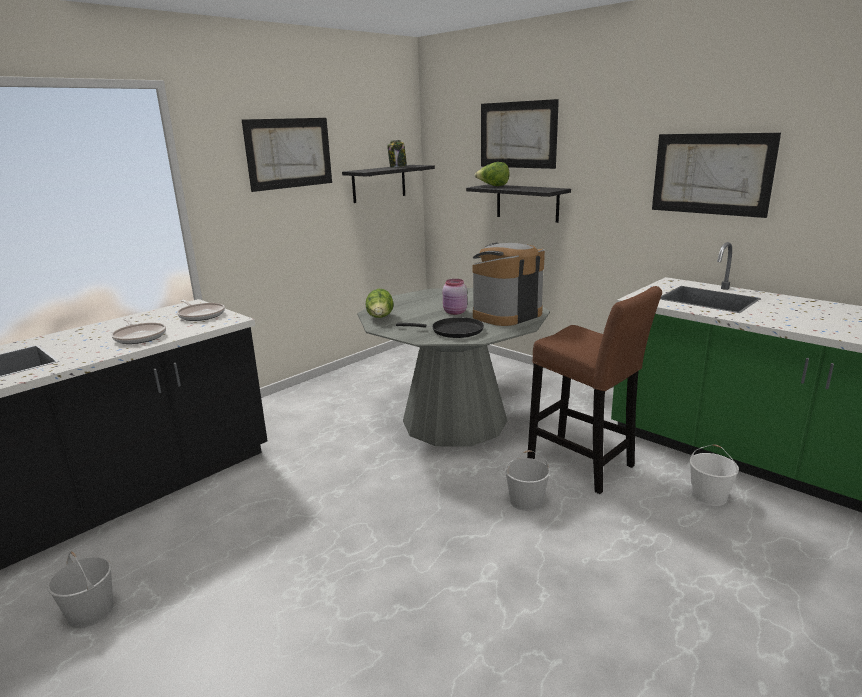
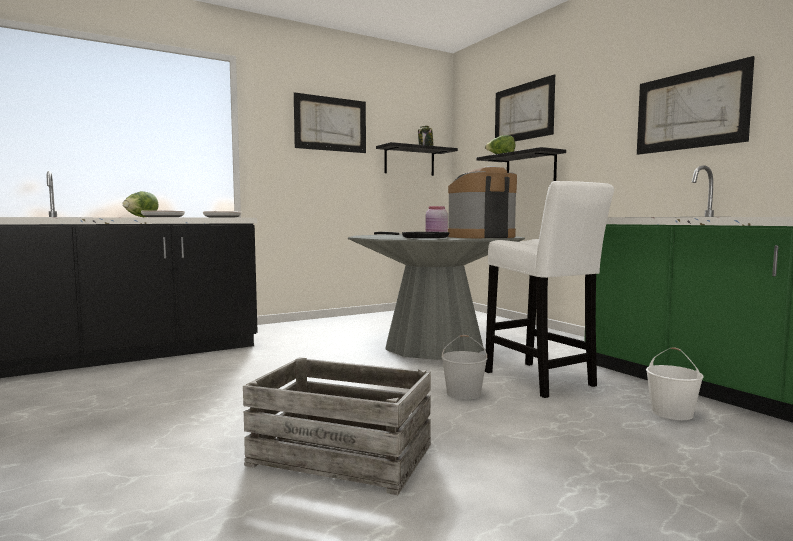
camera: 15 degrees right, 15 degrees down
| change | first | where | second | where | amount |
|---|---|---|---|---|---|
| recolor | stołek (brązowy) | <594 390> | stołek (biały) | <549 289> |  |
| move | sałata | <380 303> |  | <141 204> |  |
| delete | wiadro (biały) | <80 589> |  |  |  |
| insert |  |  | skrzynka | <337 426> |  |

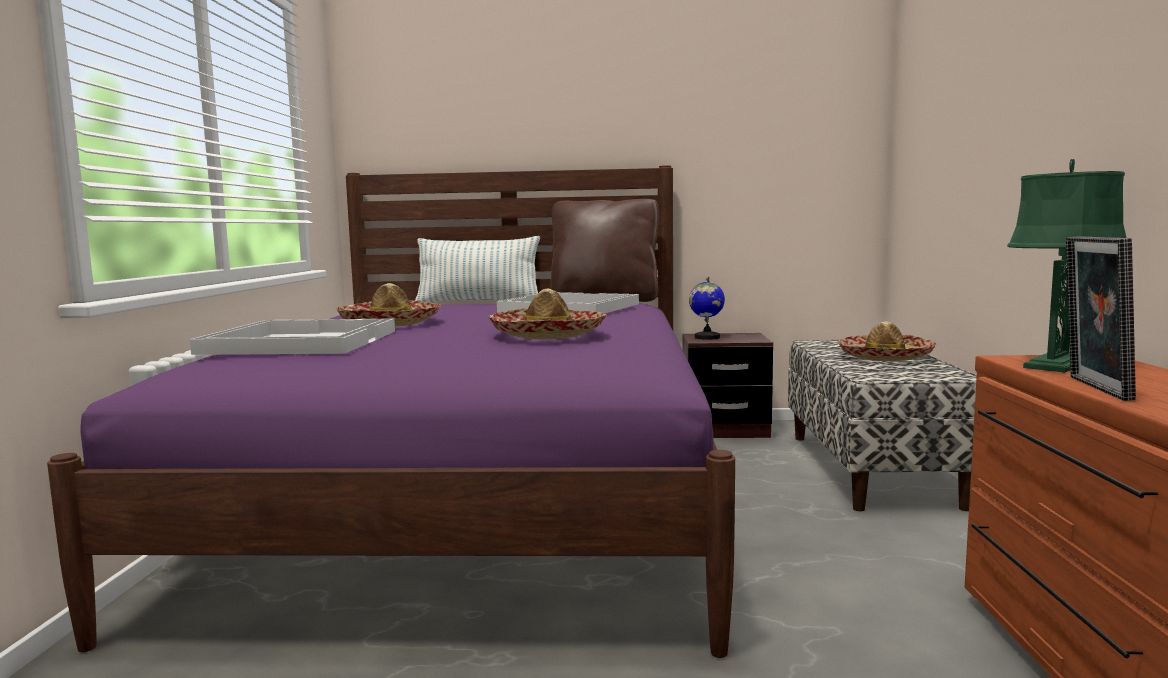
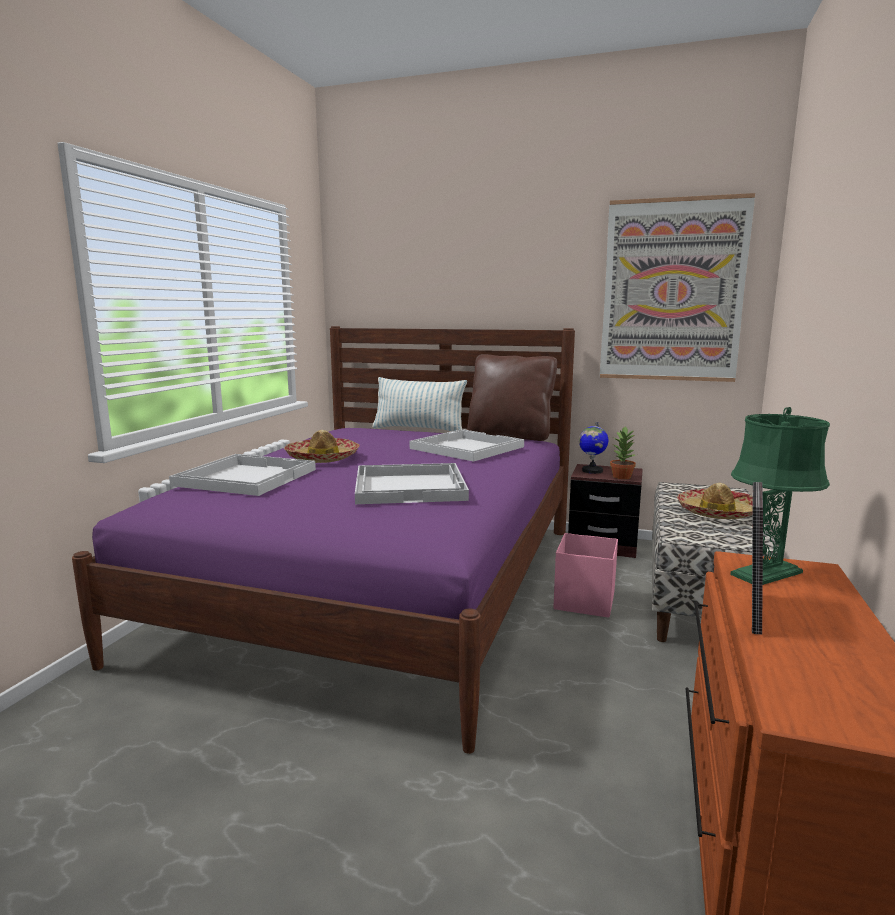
camera: 15 degrees right, 5 degrees up
| change | first | where | second | where | amount |
|---|---|---|---|---|---|
| replace | kapelusz | <547 314> | taca (biały) | <412 483> |  |
| insert |  |  | obraz | <677 287> |  |
| insert |  |  | roślina doniczkowa | <623 453> |  |
| insert |  |  | pojemnik do przechowywania (różowy) | <585 575> |  |

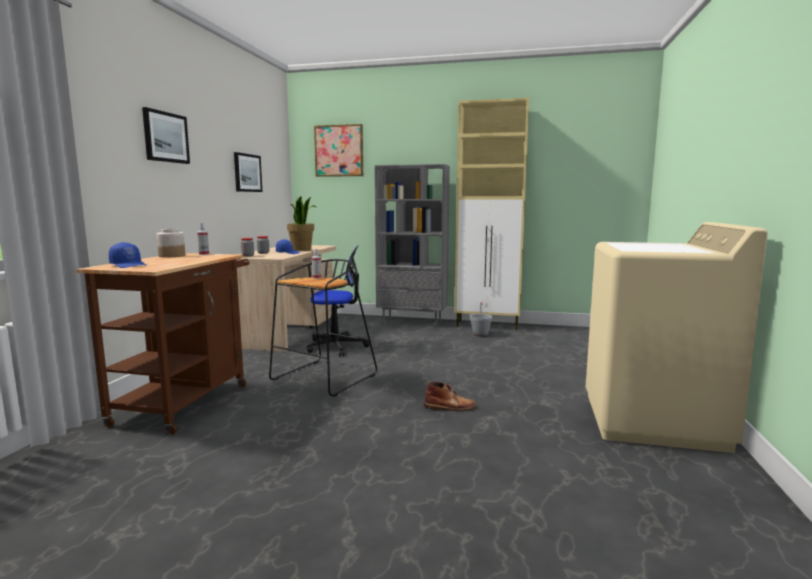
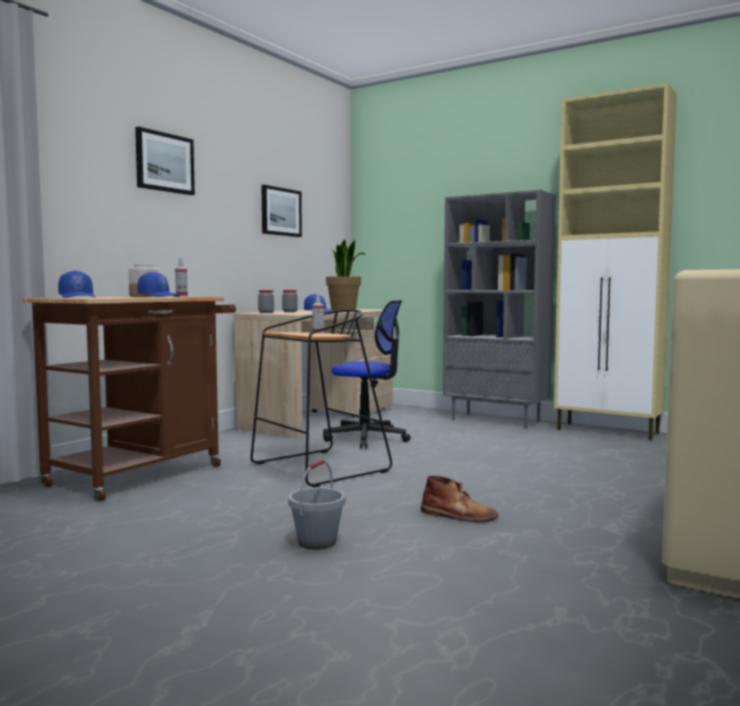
camera: 20 degrees right, 5 degrees down
| change | first | where | second | where | amount |
|---|---|---|---|---|---|
| delete | obraz | <338 150> |  |  |  |
| move | wiadro (szary) | <481 319> |  | <316 504> |  |
| insert |  |  | czapka z daszkiem (niebieski) | <158 284> |  |

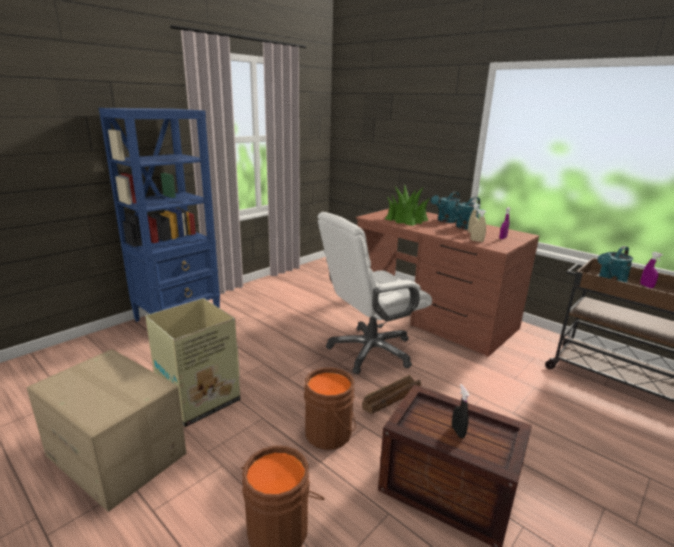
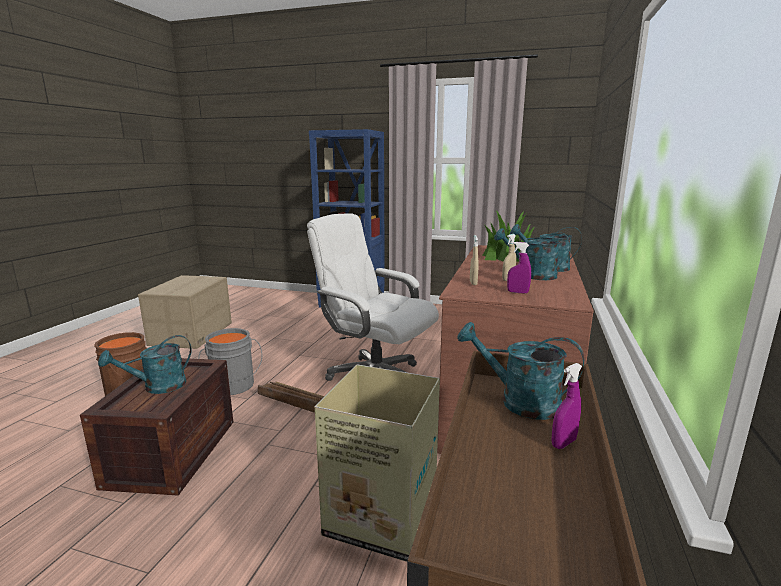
camera: 65 degrees right, 5 degrees down
| change | first | where | second | where | amount |
|---|---|---|---|---|---|
| move | karton | <192 362> |  | <377 463> |  |
| recolor | wiadro (brązowy) | <330 408> | wiadro (szary) | <230 361> |  |
| replace | spryskiwacz (czarny) | <461 411> | konewka (turkusowy) | <145 364> |  |

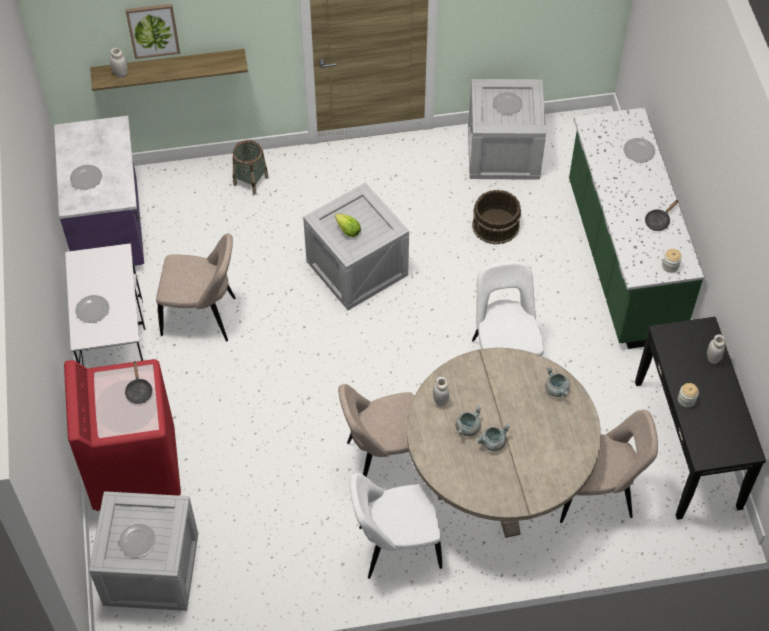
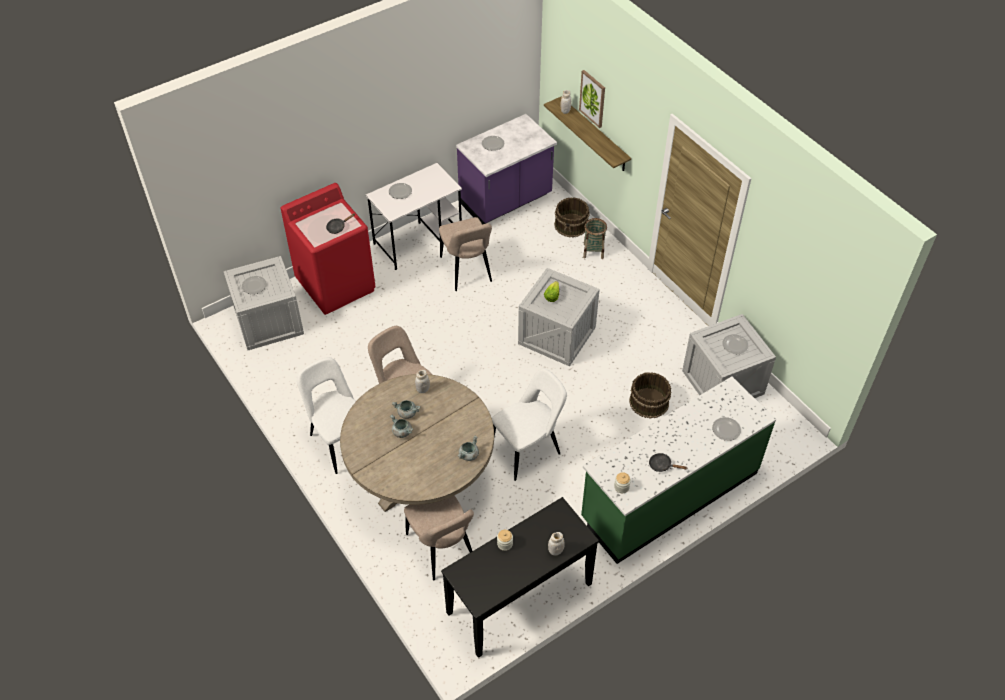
camera: 65 degrees right, 5 degrees down
| change | first | where | second | where | amount |
|---|---|---|---|---|---|
| insert |  |  | wiadro (brązowy) | <572 217> |  |

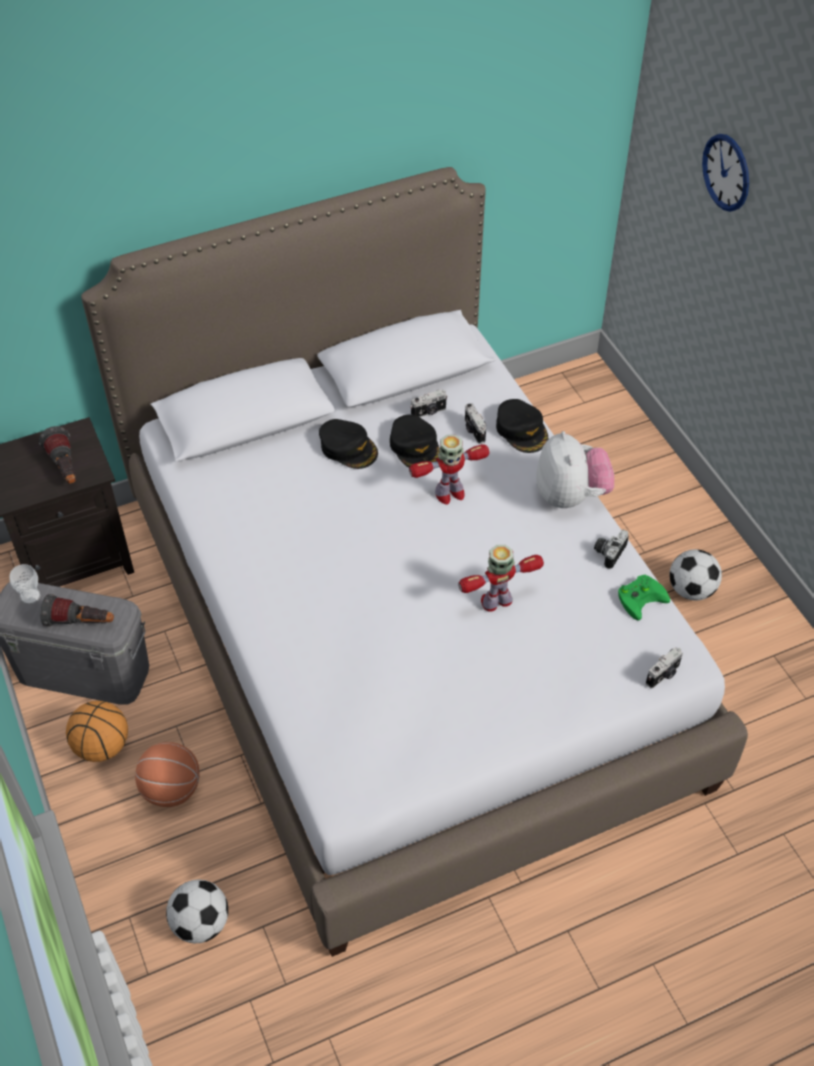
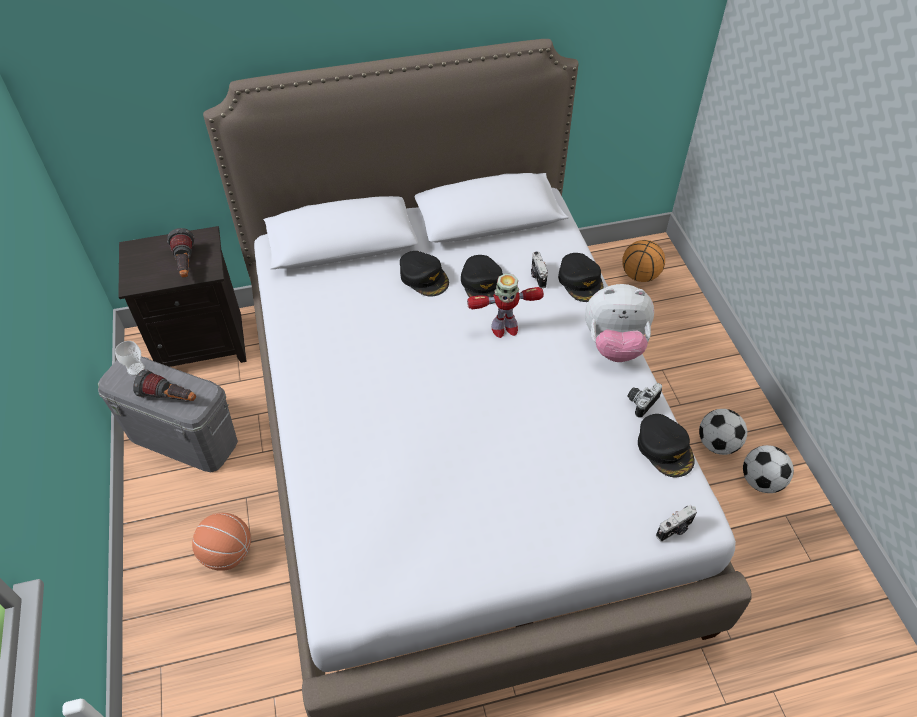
camera: 10 degrees right, 0 degrees up
| change | first | where | second | where | amount |
|---|---|---|---|---|---|
| delete | zegar ścienny | <725 173> |  |  |  |
| delete | aparat fotograficzny | <428 403> |  |  |  |
| rotate | pluszak | <575 469> |  | <619 323> | 90 degrees clockwise |
| delete | robot zabawkowy | <501 578> |  |  |  |
| replace | pad do gier (zielony) | <644 598> | czapka z daszkiem (czarny) | <666 445> |  |
| move | piłka do koszykówki | <97 731> |  | <643 261> |  |
| move | piłka futbolowa | <197 911> |  | <768 469> |  |

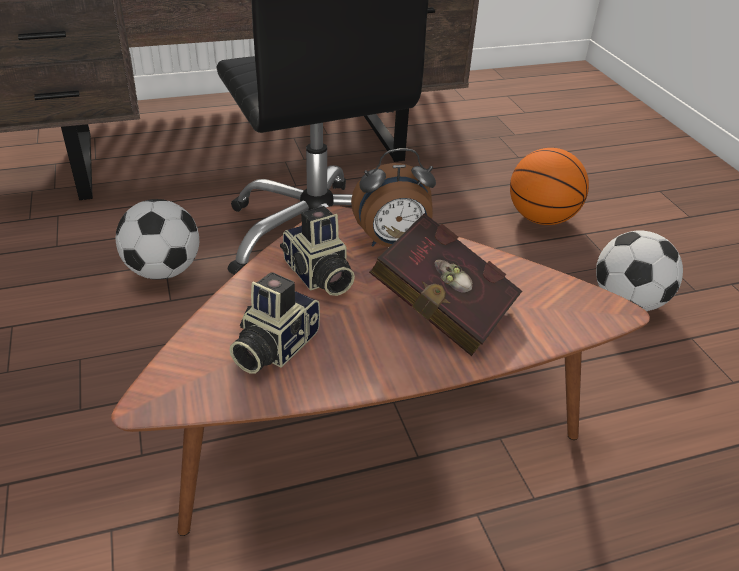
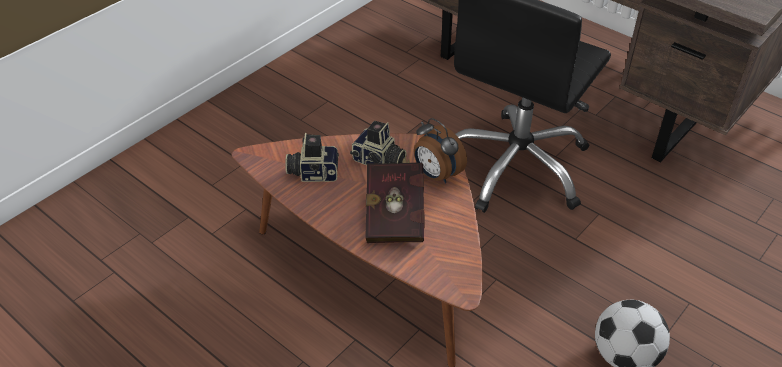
camera: 60 degrees right, 5 degrees up
| change | first | where | second | where | amount |
|---|---|---|---|---|---|
| delete | piłka do koszykówki | <549 186> |  |  |  |
| delete | piłka futbolowa | <157 239> |  |  |  |
| rotate | aparat fotograficzny | <317 251> |  | <378 143> | 90 degrees counterclockwise |

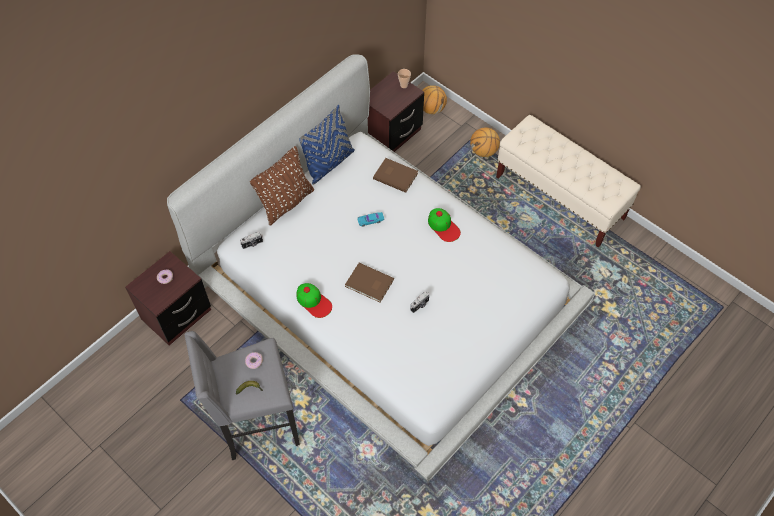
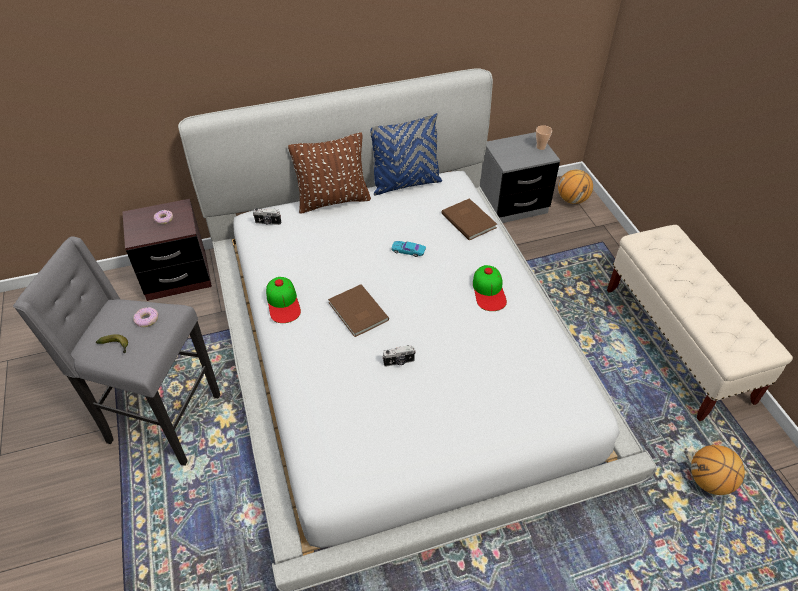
camera: 30 degrees right, 10 degrees down
| change | first | where | second | where | amount |
|---|---|---|---|---|---|
| recolor | szafka nocna (brązowy) | <396 111> | szafka nocna (szary) | <520 177> |  |
| move | piłka do koszykówki | <485 142> |  | <718 470> |  |

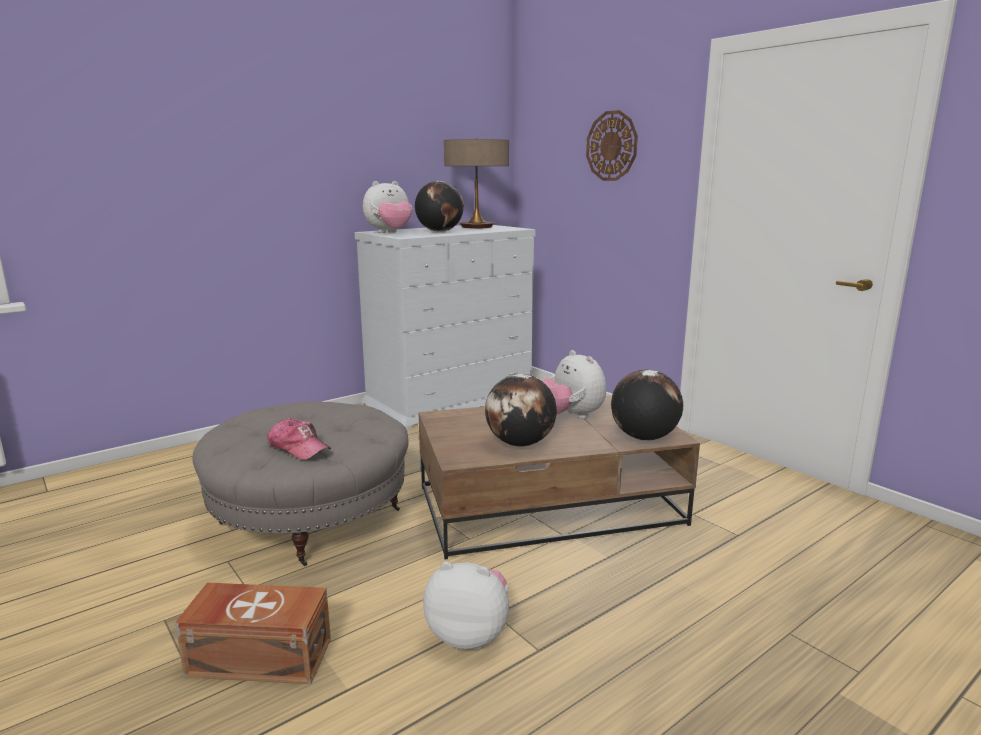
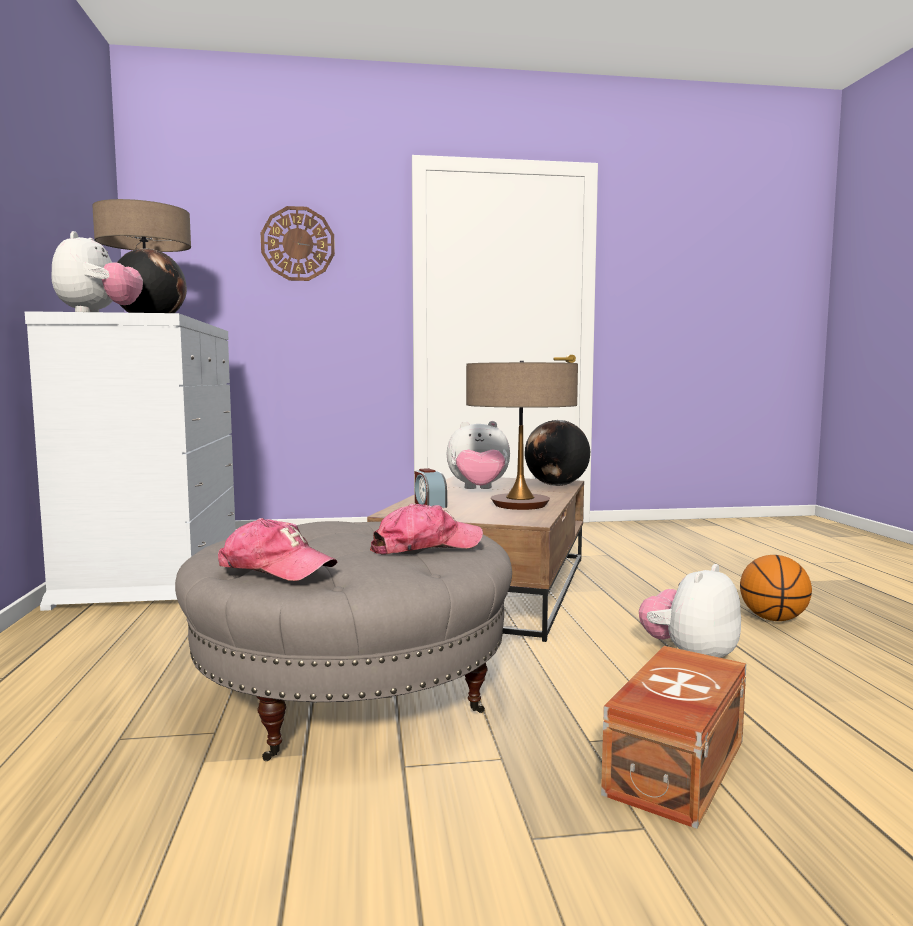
camera: 60 degrees left, 10 degrees down
| change | first | where | second | where | amount |
|---|---|---|---|---|---|
| replace | globus | <521 410> | lampa stołowa | <522 435> |  |
| insert |  |  | budzik | <431 488> |  |
| insert |  |  | czapka z daszkiem | <277 549> |  |
| insert |  |  | piłka do koszykówki | <776 588> |  |

